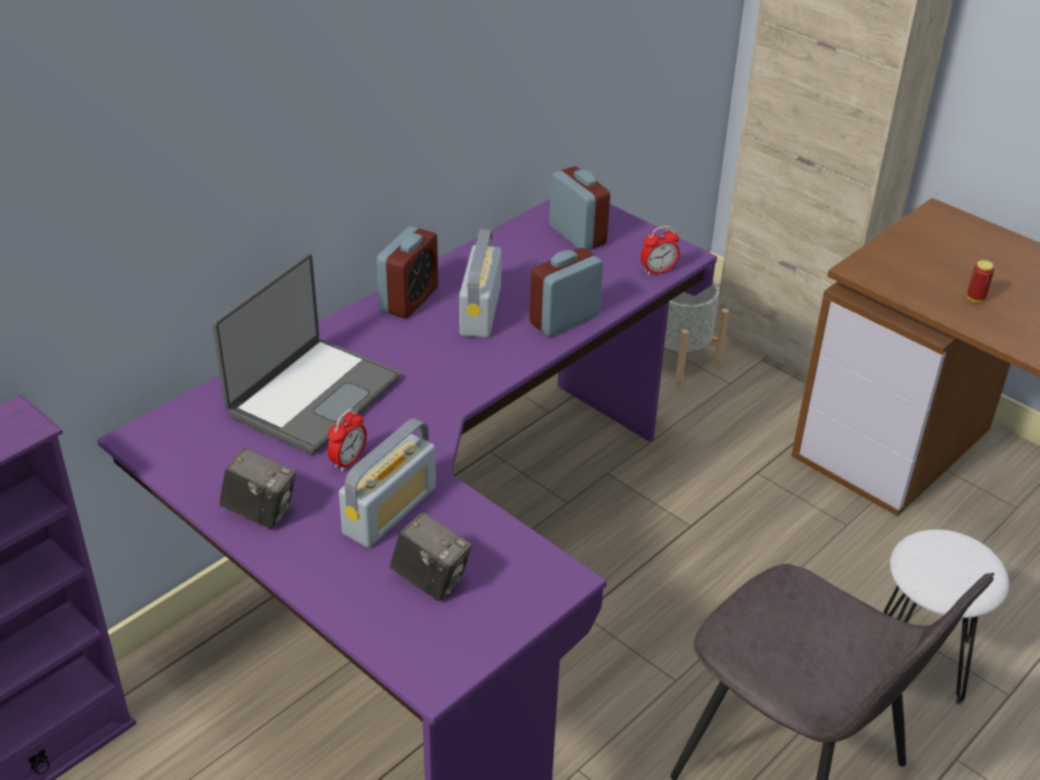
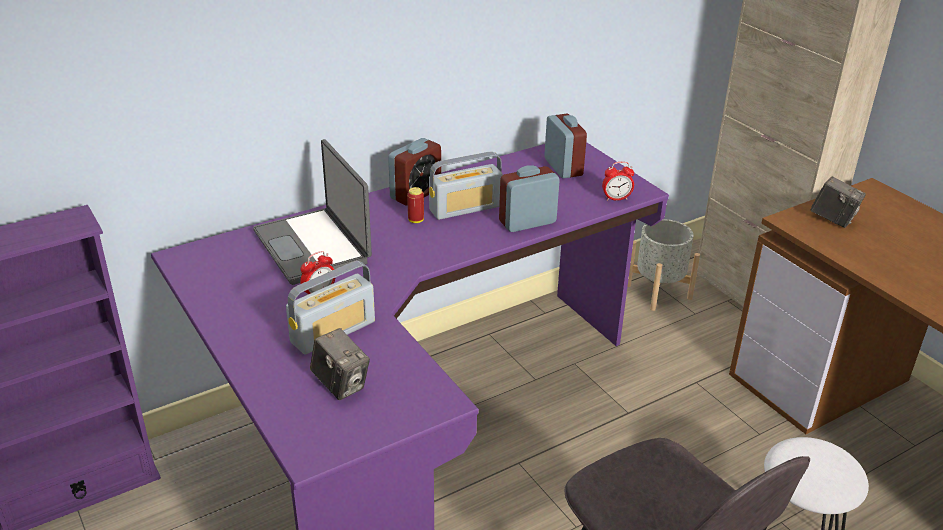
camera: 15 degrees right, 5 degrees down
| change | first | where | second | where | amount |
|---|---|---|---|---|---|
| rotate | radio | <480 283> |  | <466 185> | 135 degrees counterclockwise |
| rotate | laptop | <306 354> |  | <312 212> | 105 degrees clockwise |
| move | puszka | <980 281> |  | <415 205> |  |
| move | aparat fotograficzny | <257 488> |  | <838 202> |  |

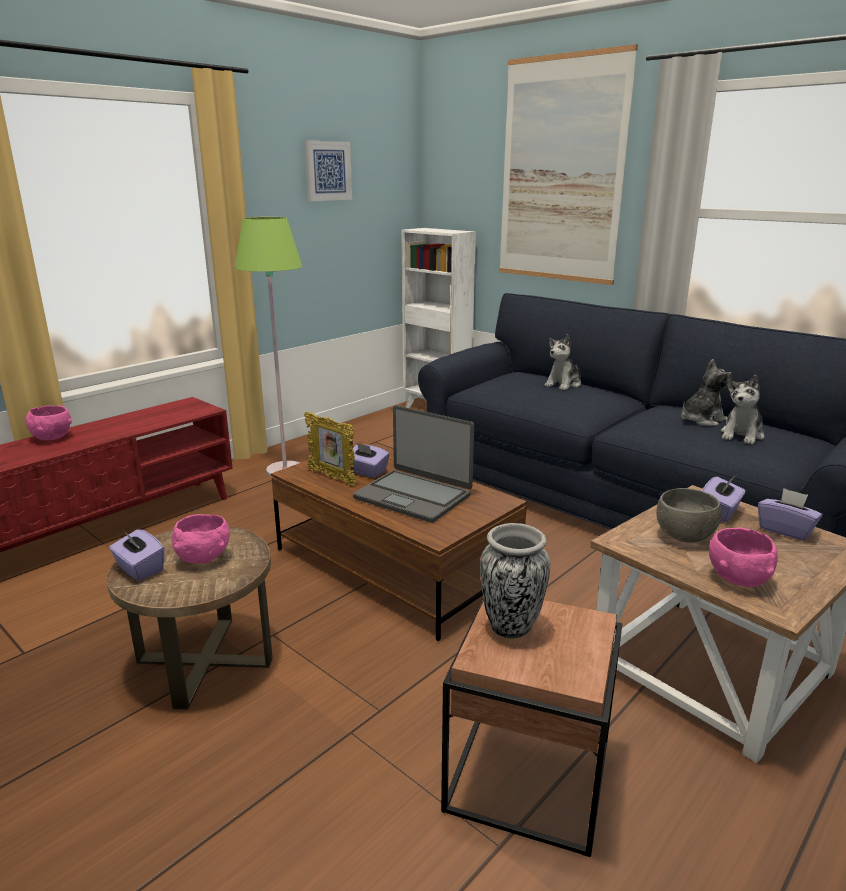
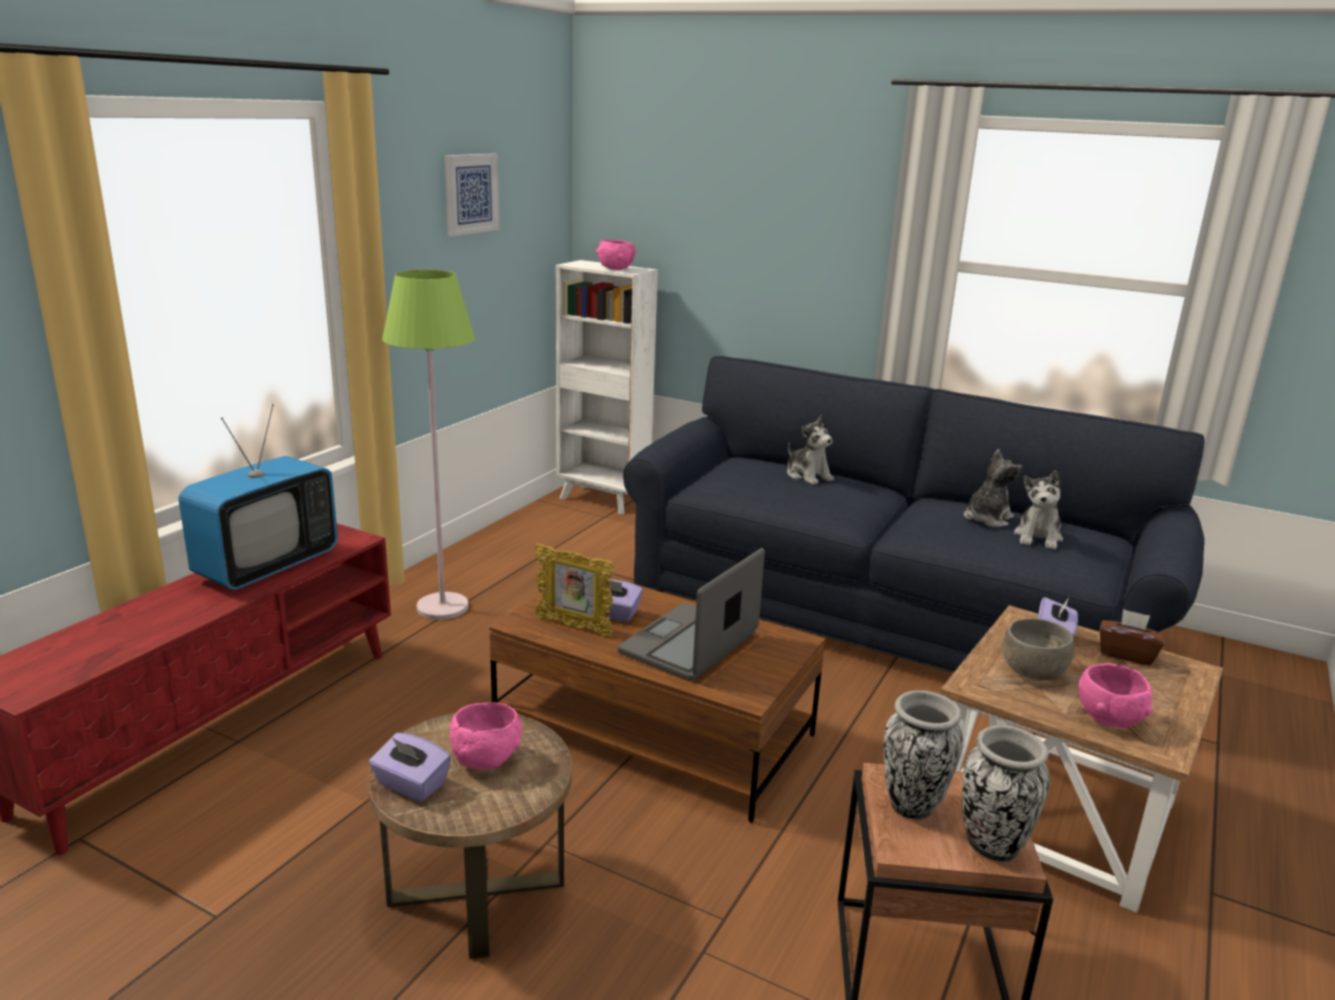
camera: 15 degrees left, 0 degrees up
| change | first | where | second | where | amount |
|---|---|---|---|---|---|
| delete | obraz | <568 164> |  |  |  |
| rotate | pluszak | <562 362> |  | <810 450> | 60 degrees counterclockwise |
| move | miska (różowy) | <48 422> |  | <616 254> |  |
| rotate | laptop | <413 464> |  | <691 614> | 105 degrees clockwise |
| recolor | pudełko chusteczek (fioletowy) | <790 514> | pudełko chusteczek (brązowy) | <1132 637> |  |
| insert |  |  | telewizor | <258 497> |  |
| insert |  |  | wazon | <1006 793> |  |

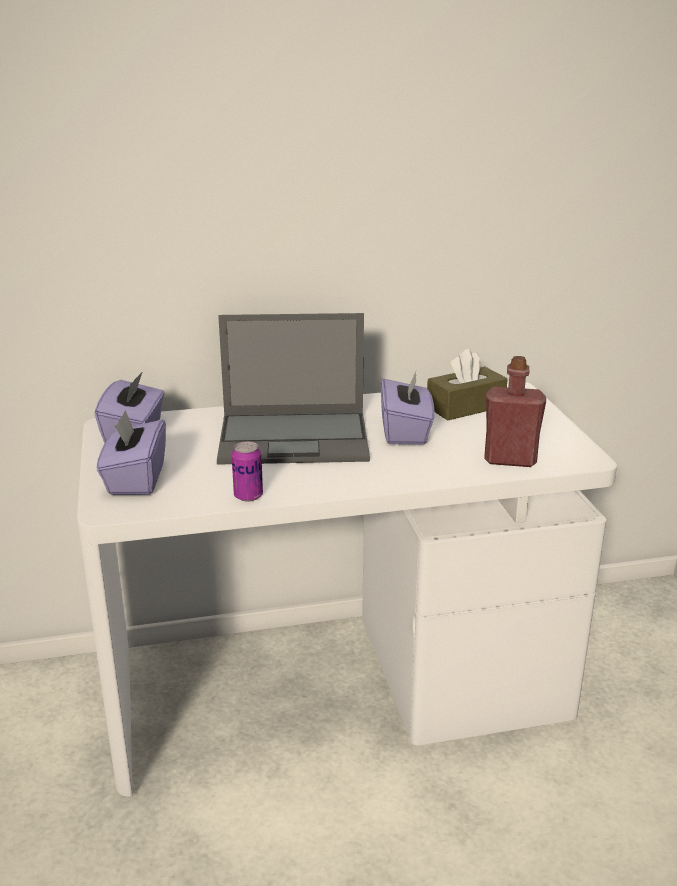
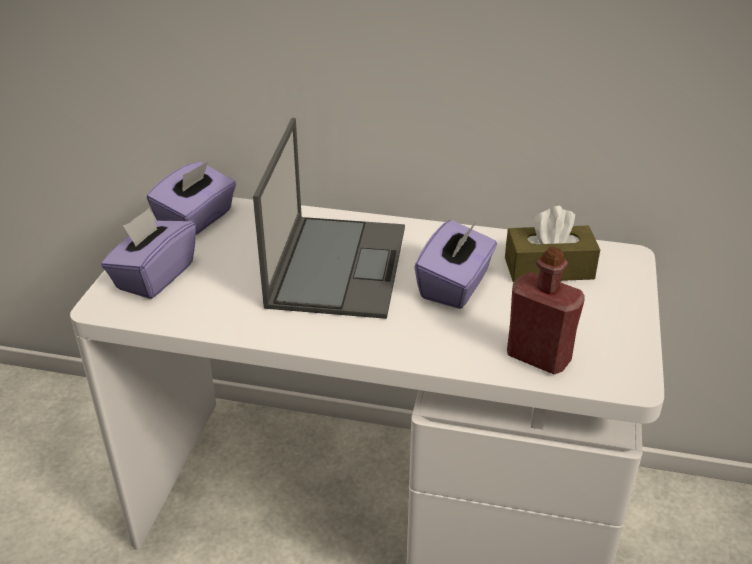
camera: 25 degrees right, 10 degrees up
| change | first | where | second | where | amount |
|---|---|---|---|---|---|
| rotate | laptop | <293 389> |  | <329 218> | 105 degrees counterclockwise |
| delete | puszka | <247 471> |  |  |  |

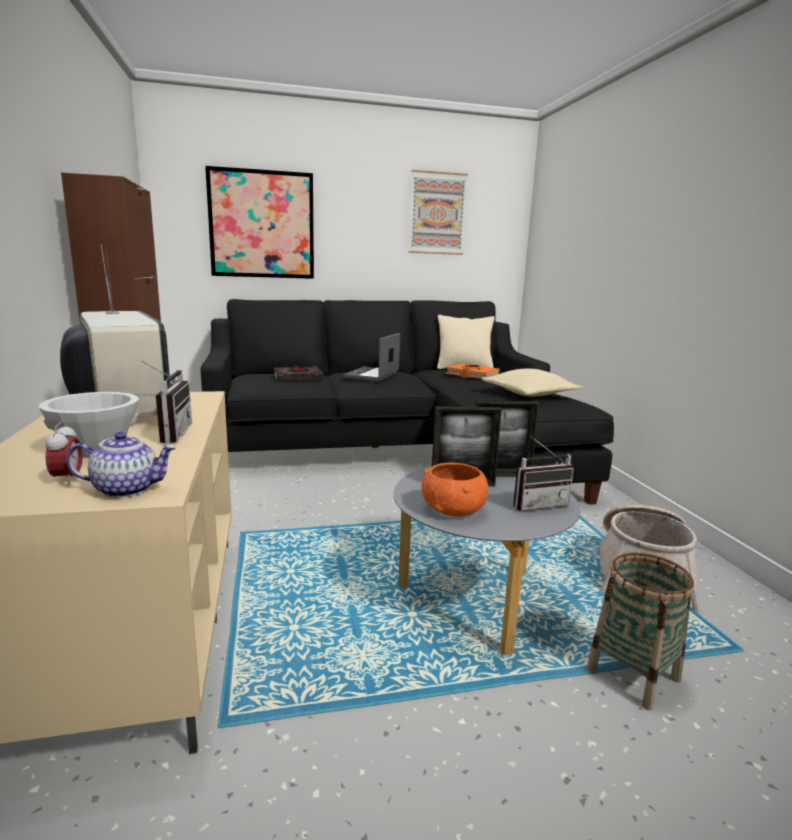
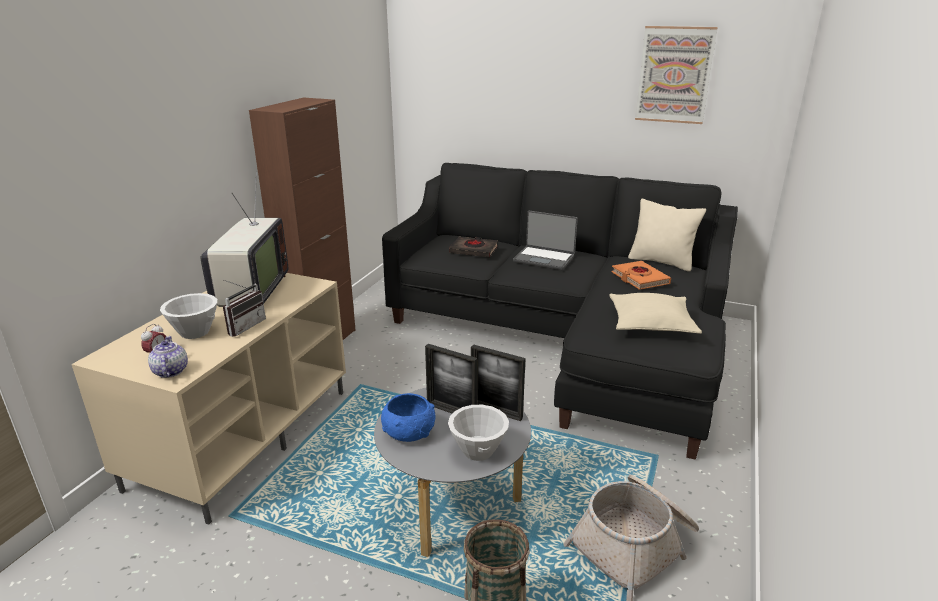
camera: 35 degrees right, 10 degrees up
| change | first | where | second | where | amount |
|---|---|---|---|---|---|
| delete | obraz | <259 222> |  |  |  |
| rotate | laptop | <371 357> |  | <545 240> | 120 degrees counterclockwise |
| rotate | imbryk | <121 465> |  | <168 357> | 135 degrees counterclockwise |
| replace | radio | <543 473> | miska (biały) | <478 433> |  |
| recolor | miska (pomarańczowy) | <455 490> | miska (niebieski) | <408 417> |  |

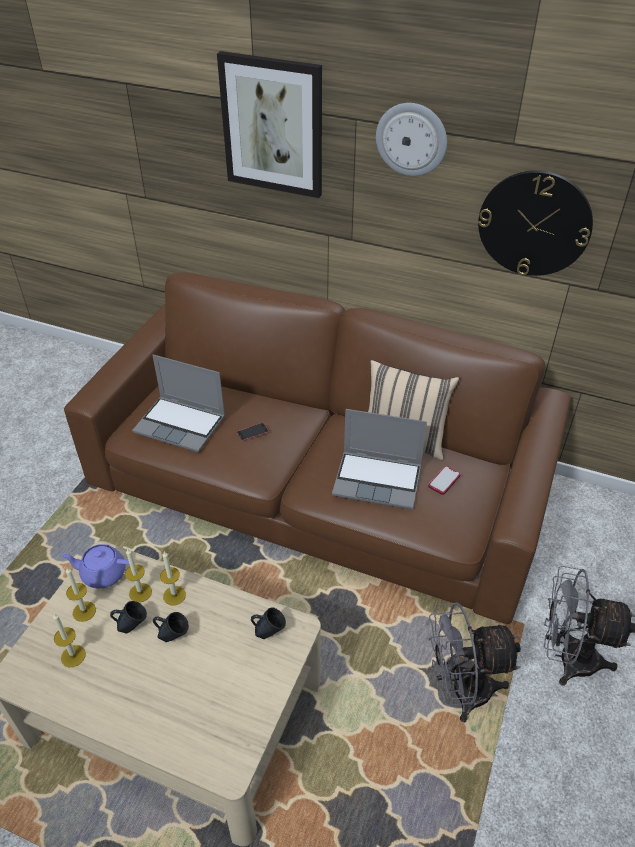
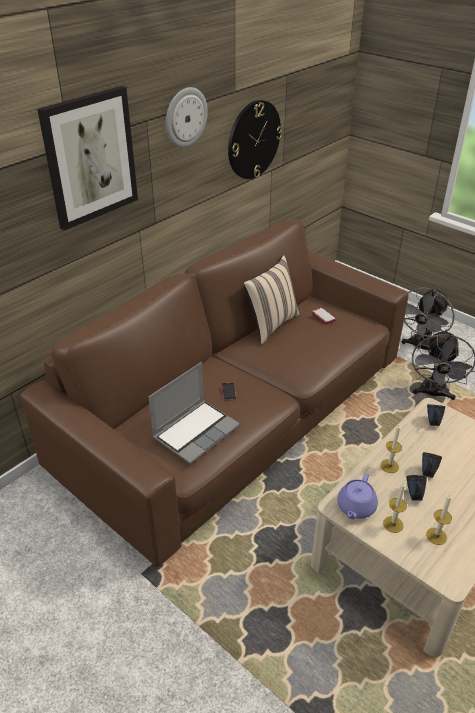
camera: 70 degrees left, 5 degrees down
| change | first | where | second | where | amount |
|---|---|---|---|---|---|
| delete | laptop | <379 459> |  |  |  |
| delete | świeca | <138 575> |  |  |  |

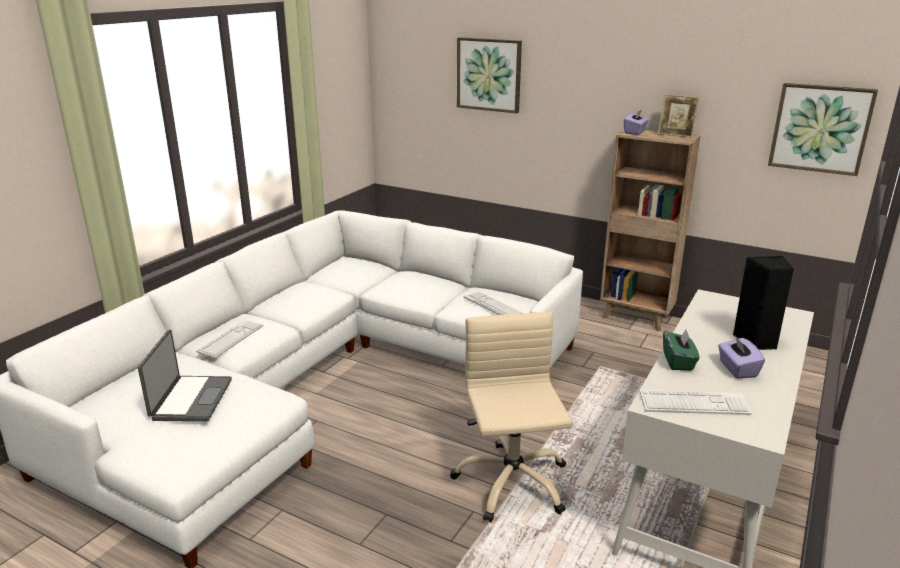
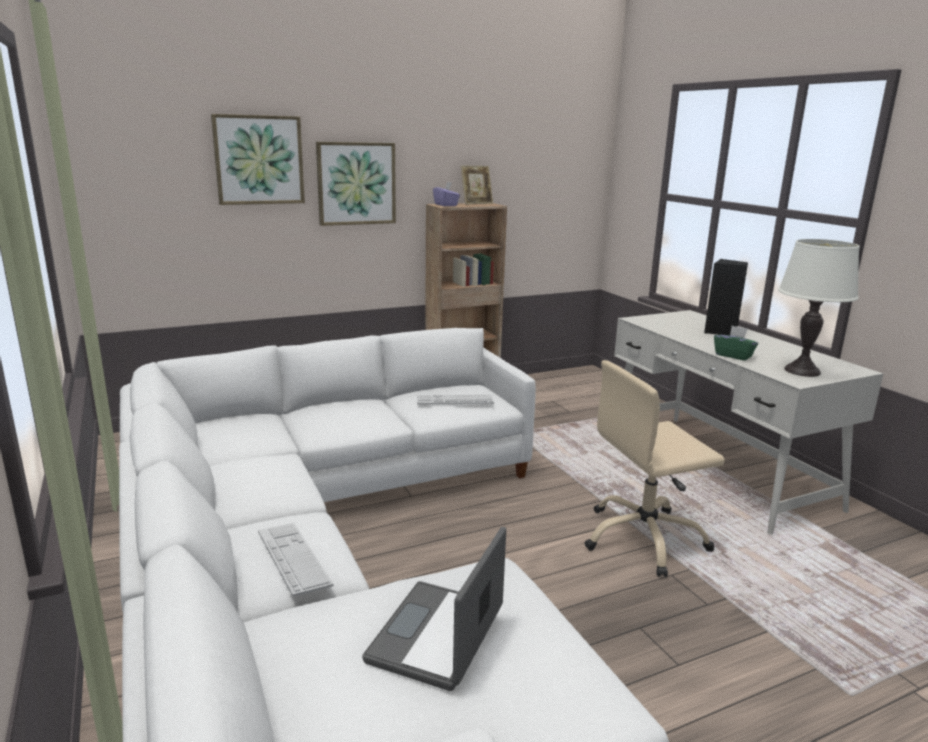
camera: 55 degrees left, 5 degrees down
| change | first | where | second | where | amount |
|---|---|---|---|---|---|
| move | obraz | <823 129> |  | <356 184> |  |
| rotate | krzesło biurowe (beżowy) | <511 417> |  | <654 468> | 45 degrees counterclockwise |
| rotate | laptop | <185 376> |  | <434 609> | 105 degrees counterclockwise |
| delete | pudełko chusteczek (fioletowy) | <741 356> |  |  |  |
| replace | klawiatura | <696 402> | lampa stołowa (biały) | <819 308> |  |

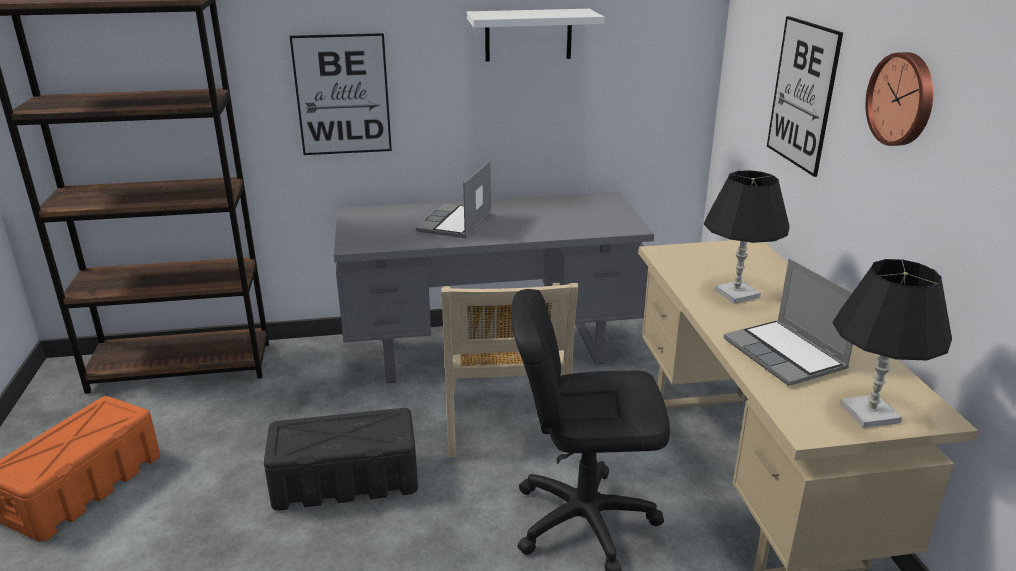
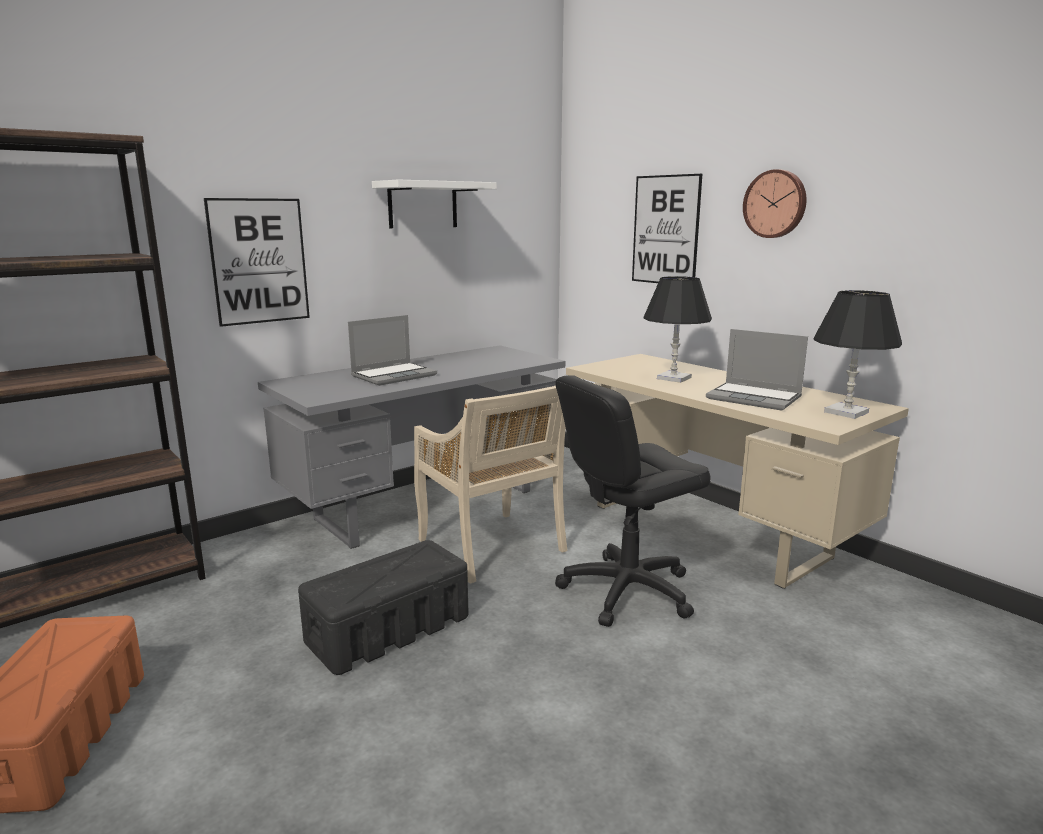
camera: 30 degrees left, 10 degrees down
| change | first | where | second | where | amount |
|---|---|---|---|---|---|
| rotate | laptop | <453 199> |  | <392 350> | 120 degrees counterclockwise |

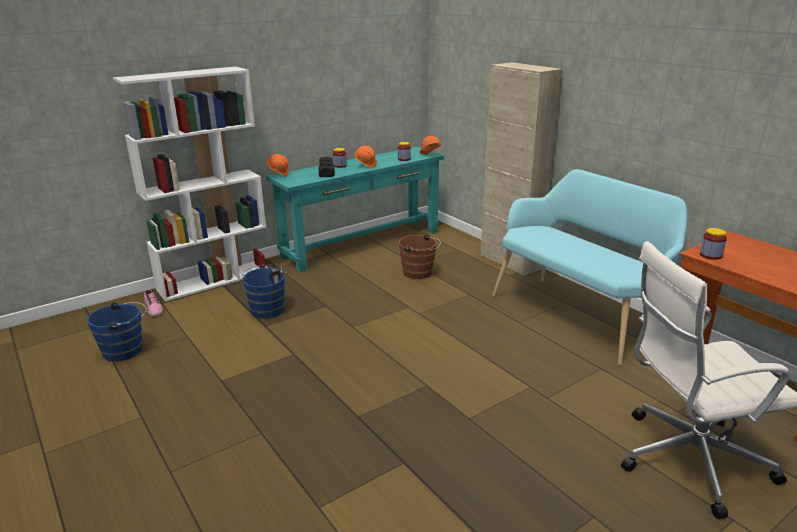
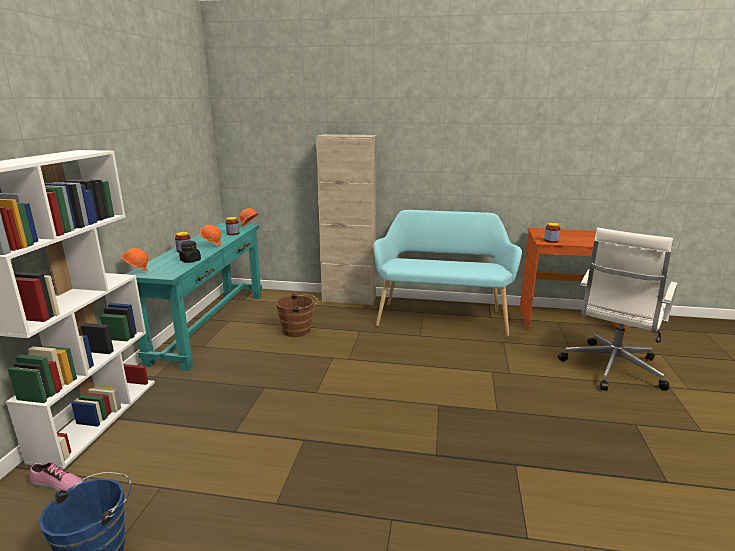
camera: 45 degrees left, 5 degrees down
| change | first | where | second | where | amount |
|---|---|---|---|---|---|
| delete | wiadro (niebieski) | <263 292> |  |  |  |

